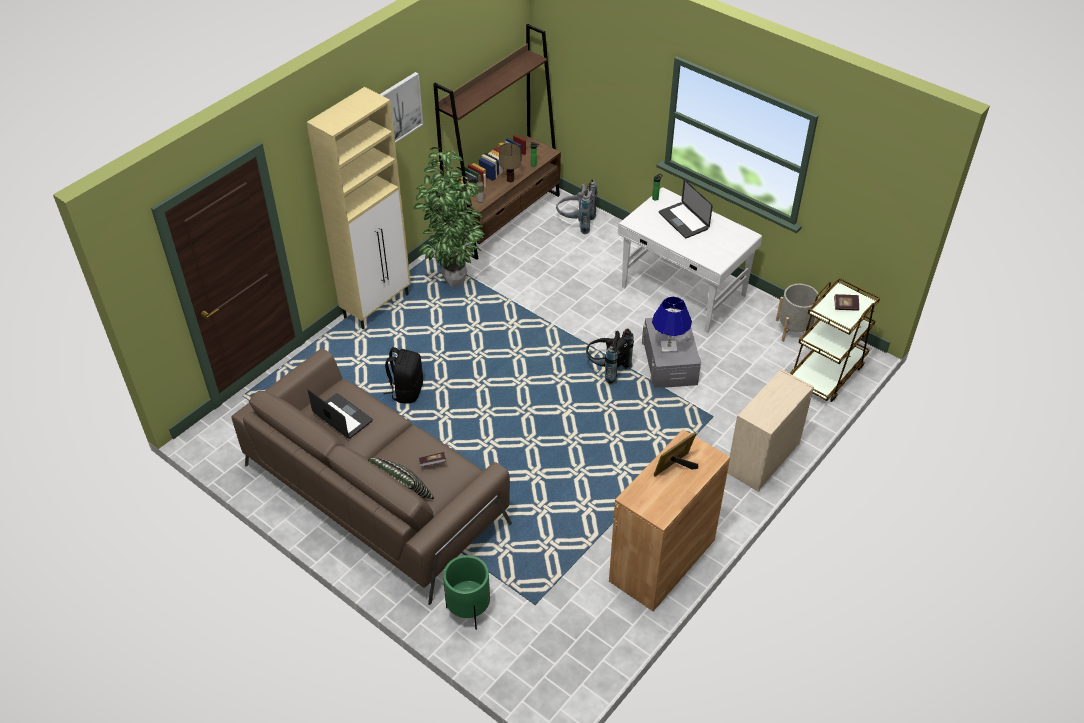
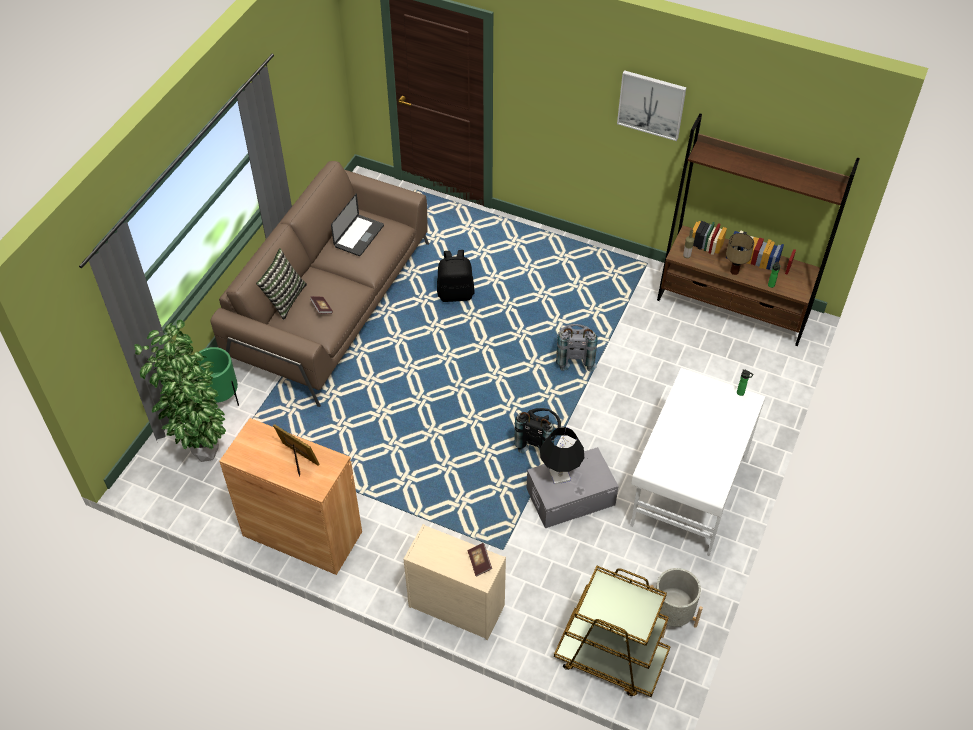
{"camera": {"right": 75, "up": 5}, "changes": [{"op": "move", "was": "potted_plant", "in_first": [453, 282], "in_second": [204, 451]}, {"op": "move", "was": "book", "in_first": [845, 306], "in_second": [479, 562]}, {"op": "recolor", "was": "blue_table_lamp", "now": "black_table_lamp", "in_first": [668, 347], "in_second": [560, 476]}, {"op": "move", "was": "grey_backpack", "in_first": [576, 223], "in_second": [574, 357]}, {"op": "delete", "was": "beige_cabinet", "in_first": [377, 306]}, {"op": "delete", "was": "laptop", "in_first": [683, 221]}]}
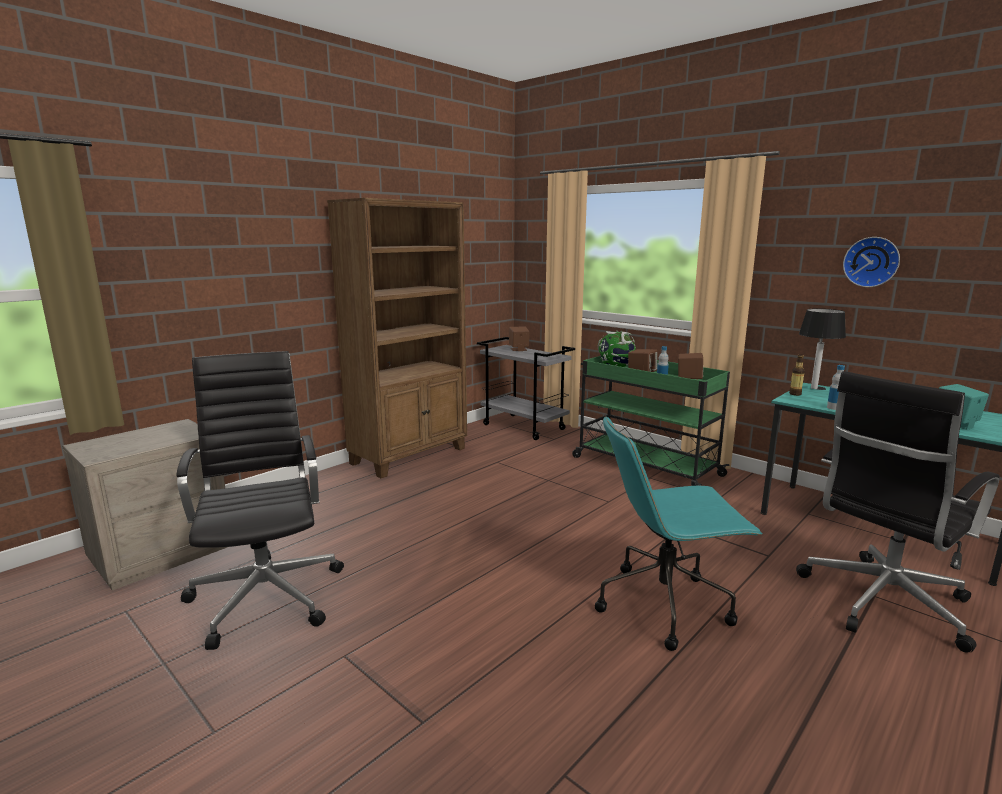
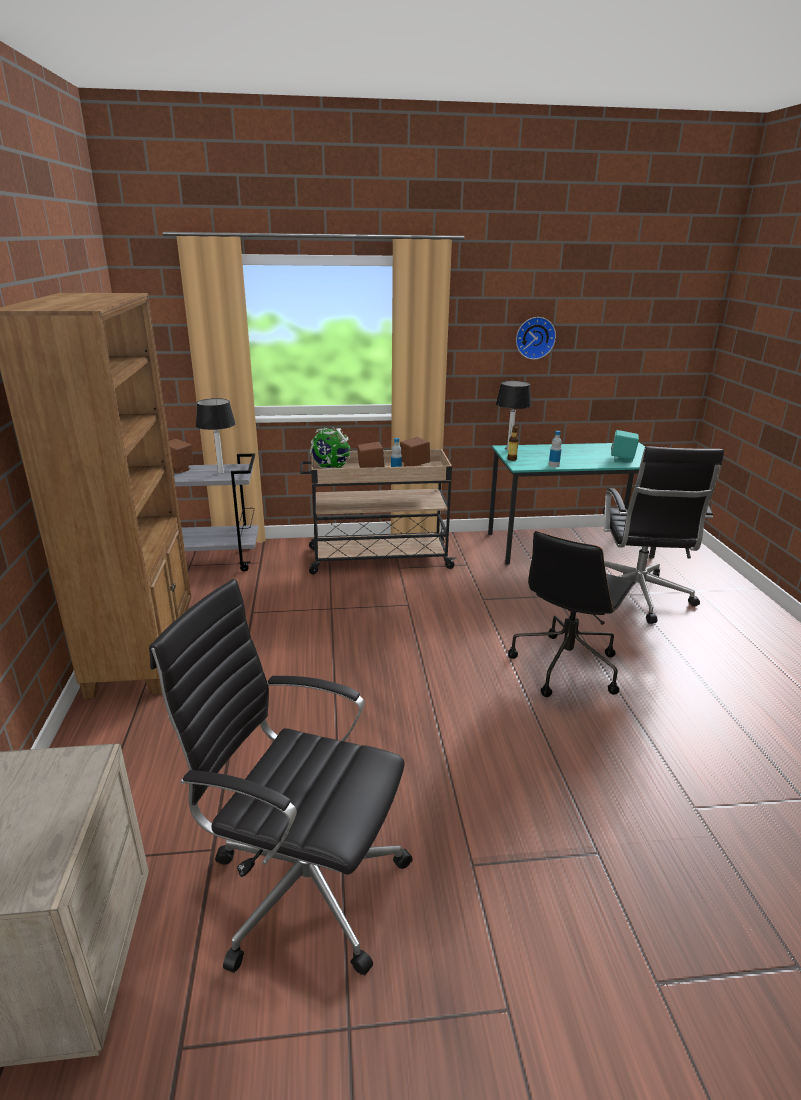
{"camera": {"right": -50, "up": 10}, "changes": [{"op": "insert", "now": "table_lamp", "in_second": [221, 473]}, {"op": "recolor", "was": "green_cart", "now": "beige_cart", "in_first": [644, 466], "in_second": [377, 558]}, {"op": "recolor", "was": "turquoise_office_chair", "now": "black_office_chair", "in_first": [665, 604], "in_second": [566, 665]}]}
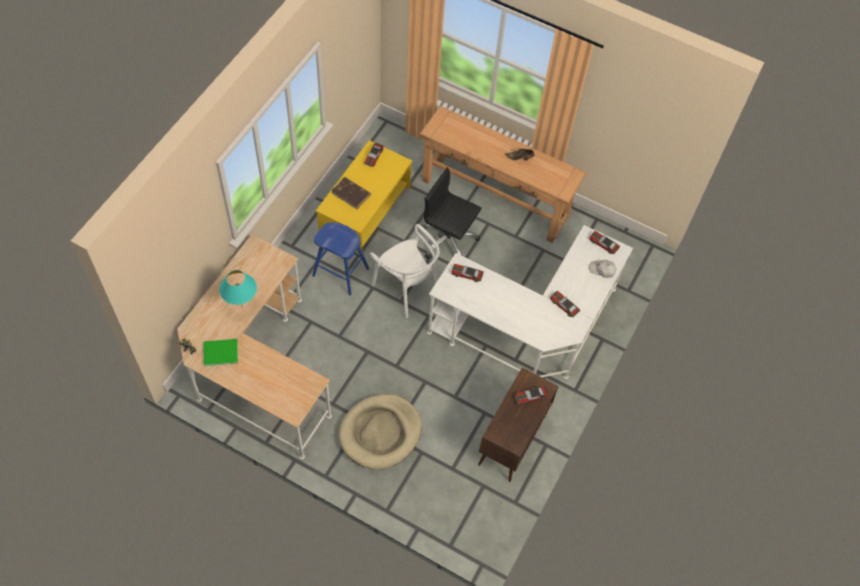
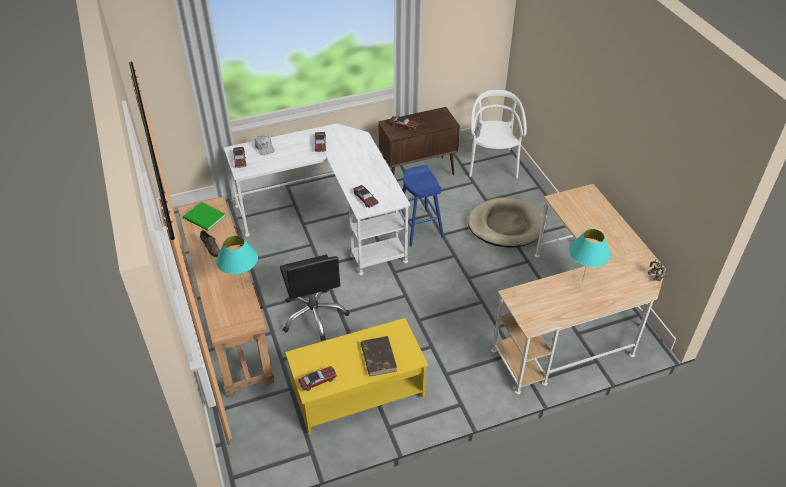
{"camera": {"right": -135, "up": -15}, "changes": [{"op": "move", "was": "green_book", "in_first": [219, 352], "in_second": [204, 218]}, {"op": "insert", "now": "turquoise_table_lamp", "in_second": [243, 288]}, {"op": "move", "was": "blue_stool", "in_first": [340, 272], "in_second": [419, 227]}, {"op": "move", "was": "white_chair", "in_first": [407, 288], "in_second": [492, 163]}]}
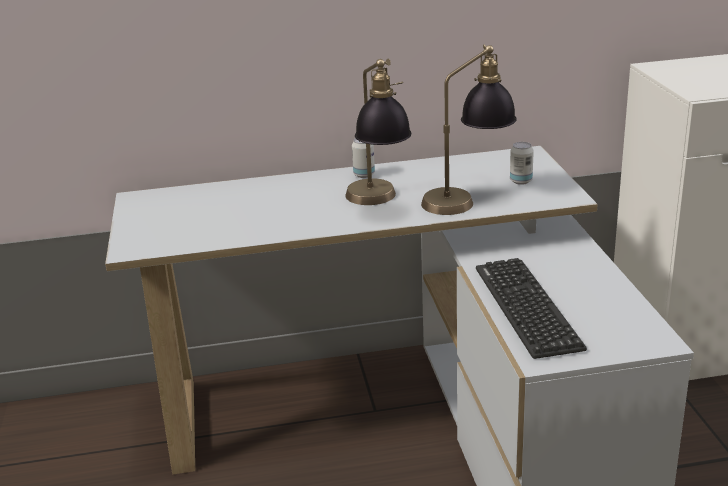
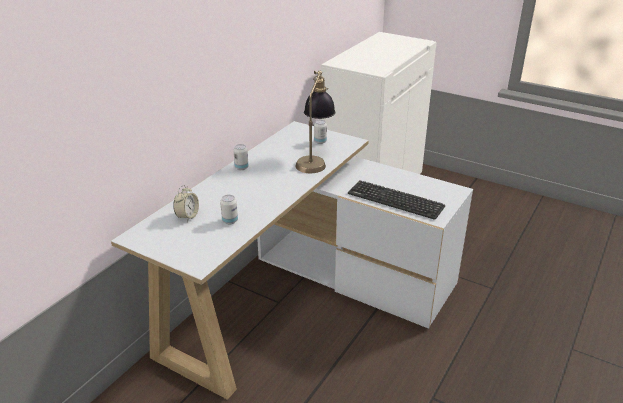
{"camera": {"right": -50, "up": 5}, "changes": [{"op": "insert", "now": "alarm_clock", "in_second": [187, 216]}, {"op": "insert", "now": "can", "in_second": [230, 221]}, {"op": "delete", "was": "table_lamp", "in_first": [378, 203]}]}
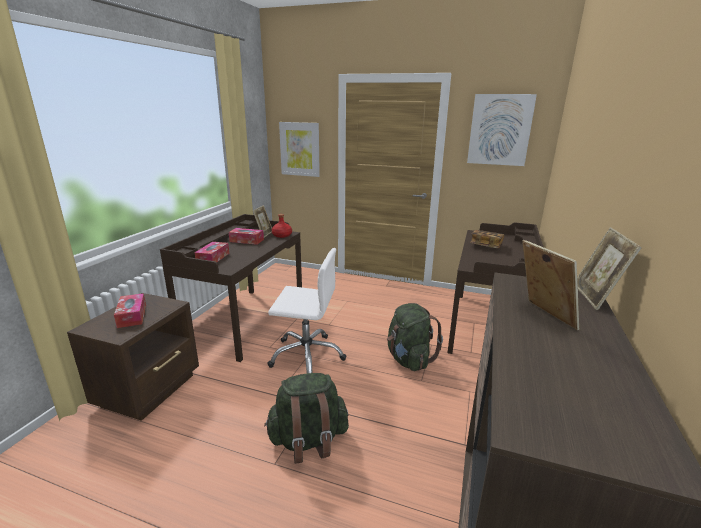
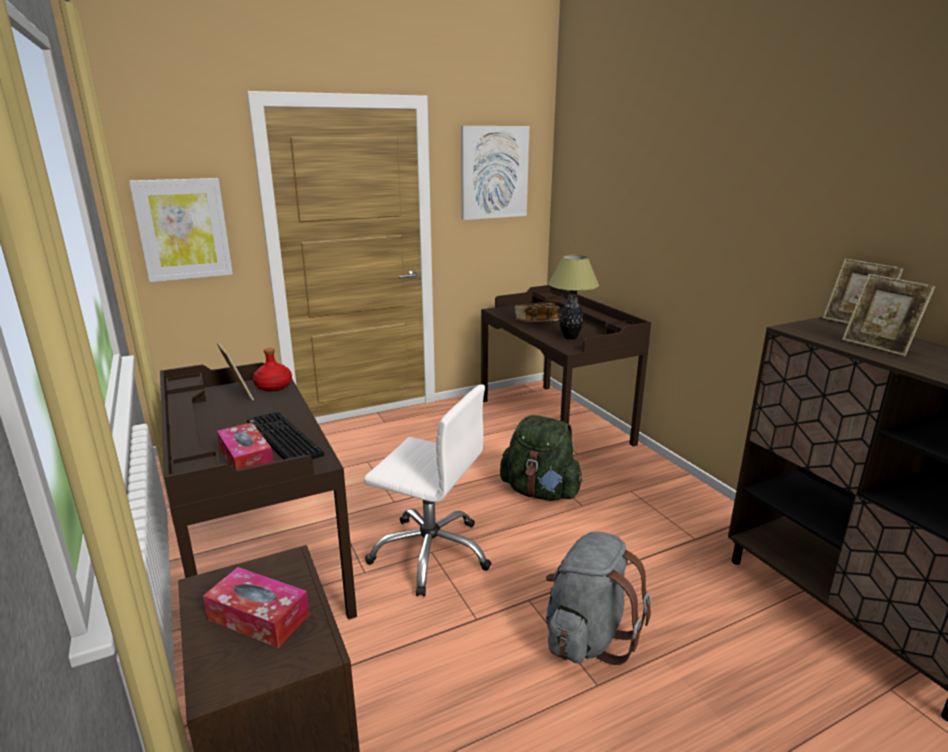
{"camera": {"right": -45, "up": 0}, "changes": [{"op": "insert", "now": "keyboard", "in_second": [281, 439]}, {"op": "rotate", "was": "white_office_chair", "in_first": [307, 355], "in_second": [431, 552], "clockwise": 60}, {"op": "recolor", "was": "green_backpack", "now": "grey_backpack", "in_first": [308, 440], "in_second": [587, 636]}, {"op": "insert", "now": "table_lamp", "in_second": [570, 337]}, {"op": "rotate", "was": "picture_frame", "in_first": [542, 316], "in_second": [878, 346], "clockwise": -150}, {"op": "delete", "was": "tissue_box", "in_first": [246, 240]}]}
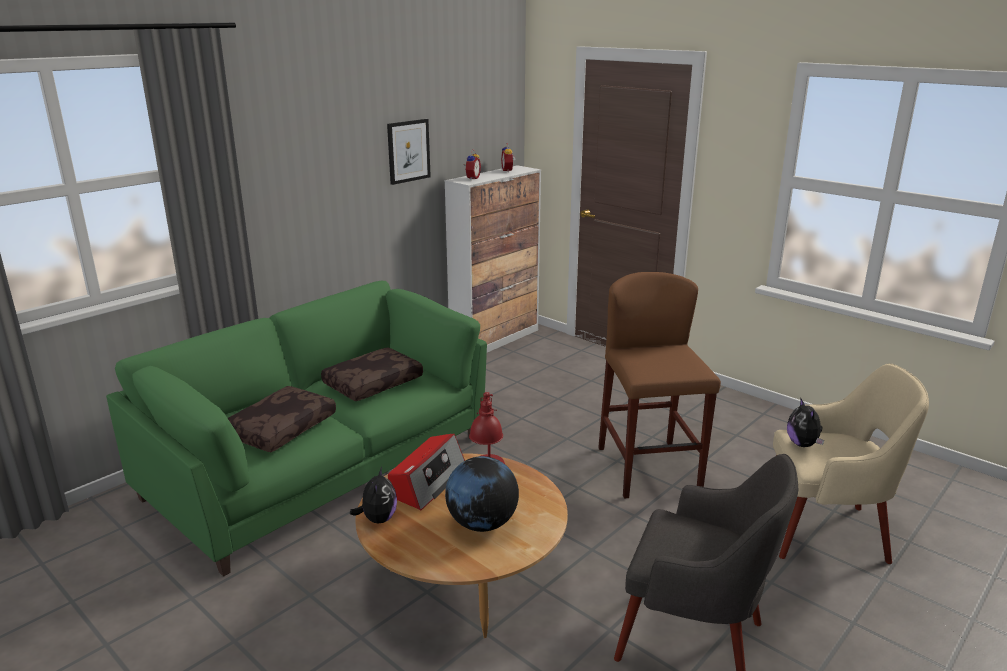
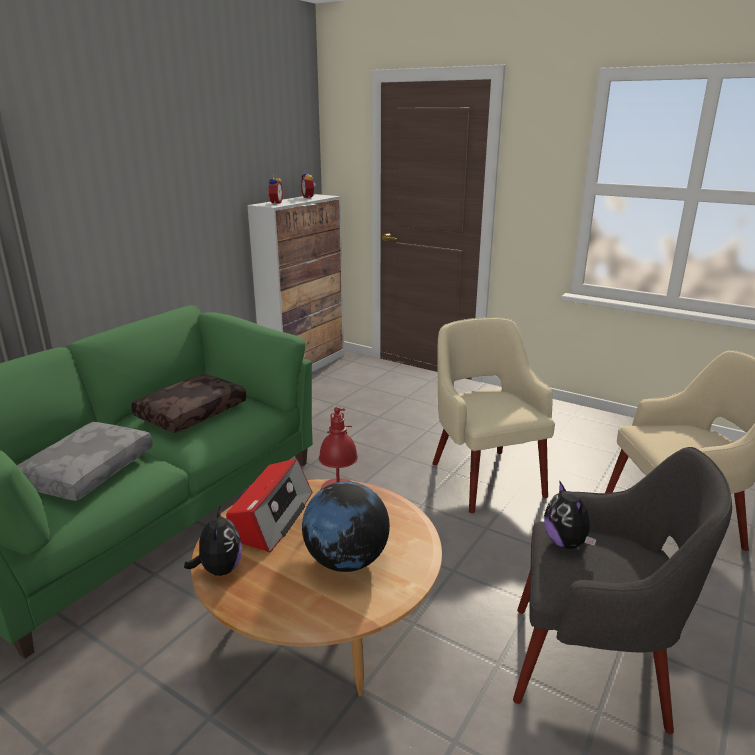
{"camera": {"right": -10, "up": 0}, "changes": [{"op": "recolor", "was": "brown_pillow", "now": "grey_pillow", "in_first": [281, 428], "in_second": [87, 470]}, {"op": "replace", "was": "brown_stool", "now": "beige_armchair", "in_first": [648, 469], "in_second": [485, 478]}, {"op": "move", "was": "plush_toy", "in_first": [803, 444], "in_second": [566, 543]}, {"op": "delete", "was": "picture", "in_first": [408, 151]}]}
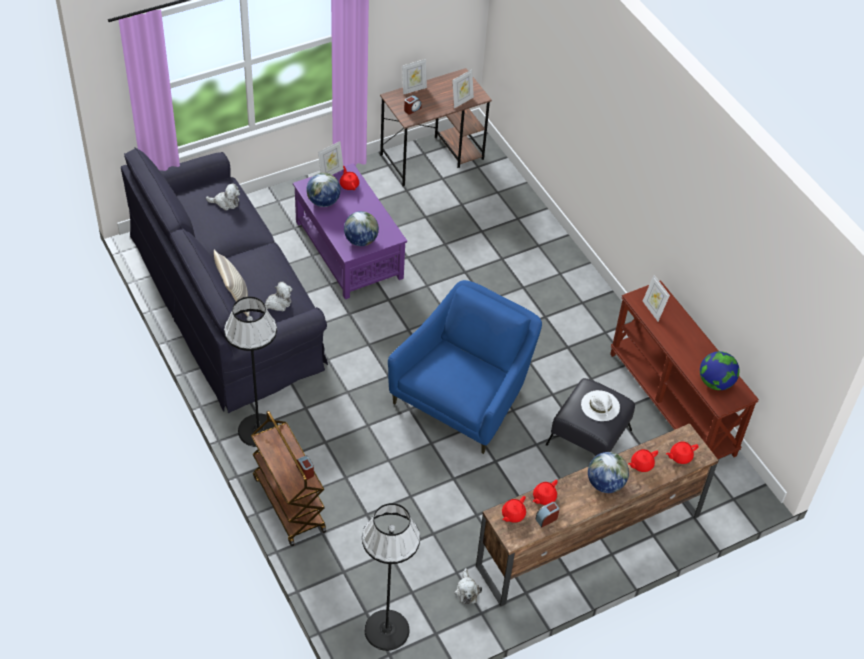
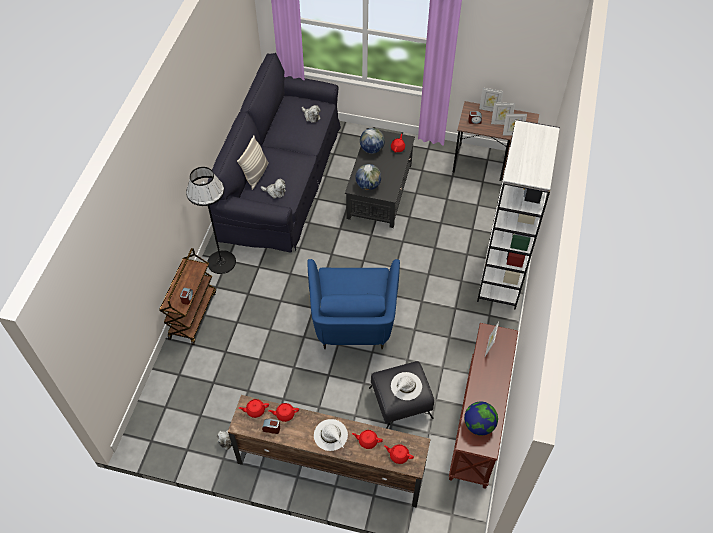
{"camera": {"right": 45, "up": 5}, "changes": [{"op": "rotate", "was": "blue_armchair", "in_first": [464, 395], "in_second": [353, 322], "clockwise": 105}, {"op": "replace", "was": "globe", "now": "white_hat", "in_first": [605, 483], "in_second": [331, 435]}, {"op": "recolor", "was": "purple_coffee_table", "now": "black_coffee_table", "in_first": [349, 249], "in_second": [380, 190]}, {"op": "insert", "now": "white_bookcase", "in_second": [502, 275]}, {"op": "move", "was": "picture_frame", "in_first": [331, 172], "in_second": [501, 123]}, {"op": "delete", "was": "black_floor_lamp", "in_first": [386, 629]}]}
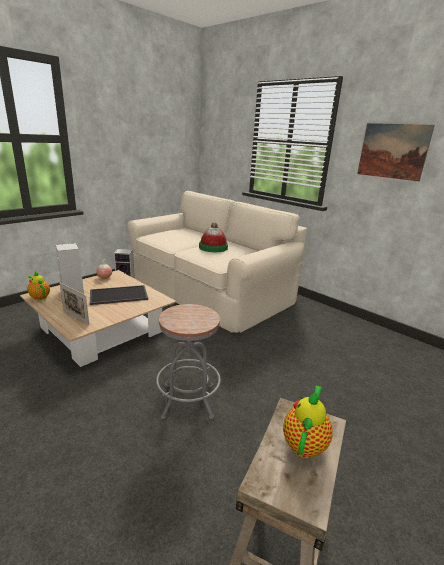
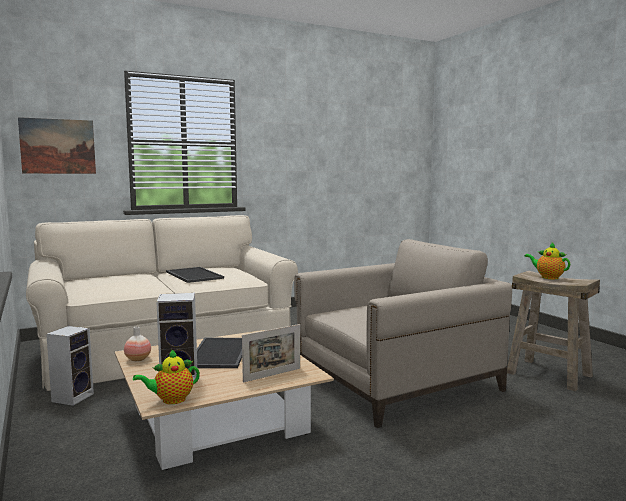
{"camera": {"right": -70, "up": -15}, "changes": [{"op": "move", "was": "picture", "in_first": [393, 151], "in_second": [58, 146]}, {"op": "replace", "was": "hat", "now": "tray", "in_first": [213, 247], "in_second": [193, 275]}, {"op": "replace", "was": "grey_stool", "now": "beige_armchair", "in_first": [188, 401], "in_second": [396, 381]}]}
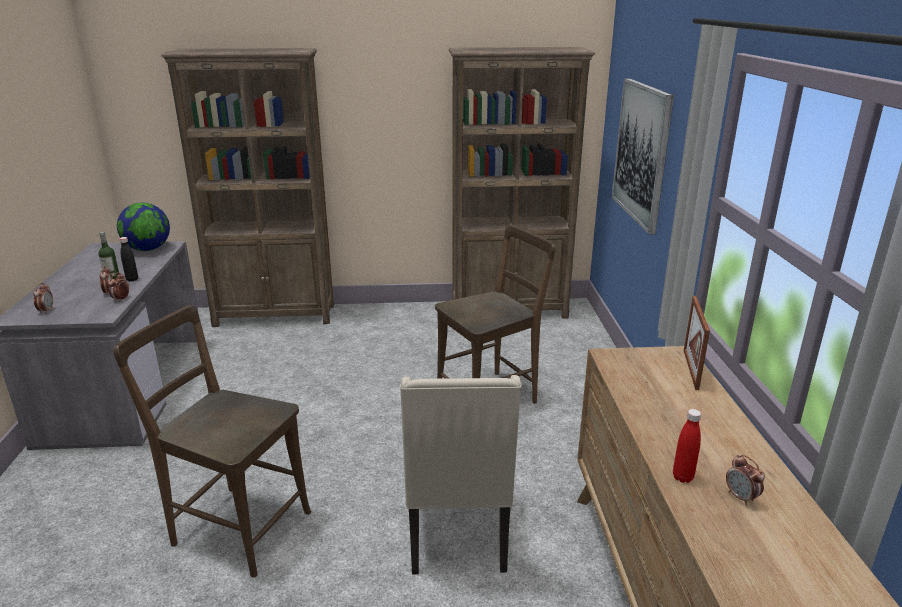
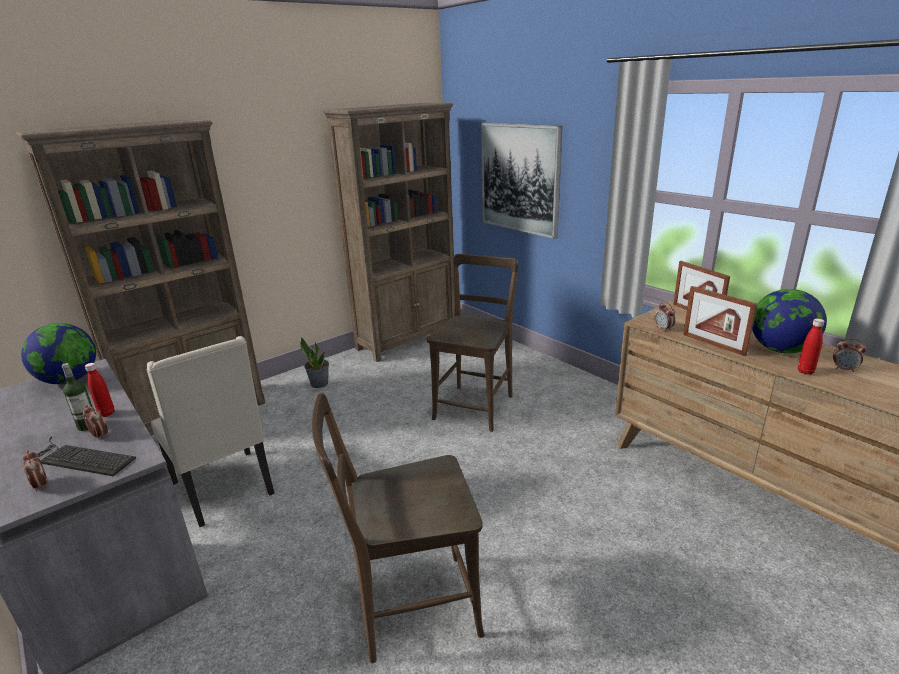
{"camera": {"right": -35, "up": 0}, "changes": [{"op": "insert", "now": "keyboard", "in_second": [80, 458]}, {"op": "recolor", "was": "black_bottle", "now": "red_bottle", "in_first": [132, 279], "in_second": [107, 413]}, {"op": "move", "was": "beige_chair", "in_first": [458, 535], "in_second": [225, 489]}, {"op": "insert", "now": "potted_plant", "in_second": [319, 383]}, {"op": "move", "was": "alarm_clock", "in_first": [121, 299], "in_second": [663, 329]}, {"op": "insert", "now": "picture_frame", "in_second": [713, 344]}, {"op": "insert", "now": "globe", "in_second": [780, 350]}]}
